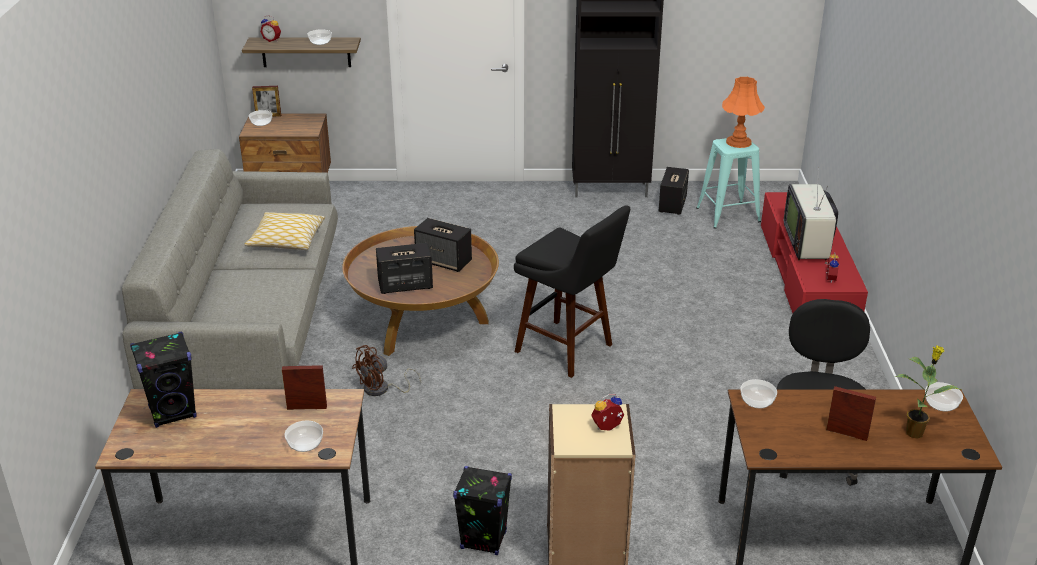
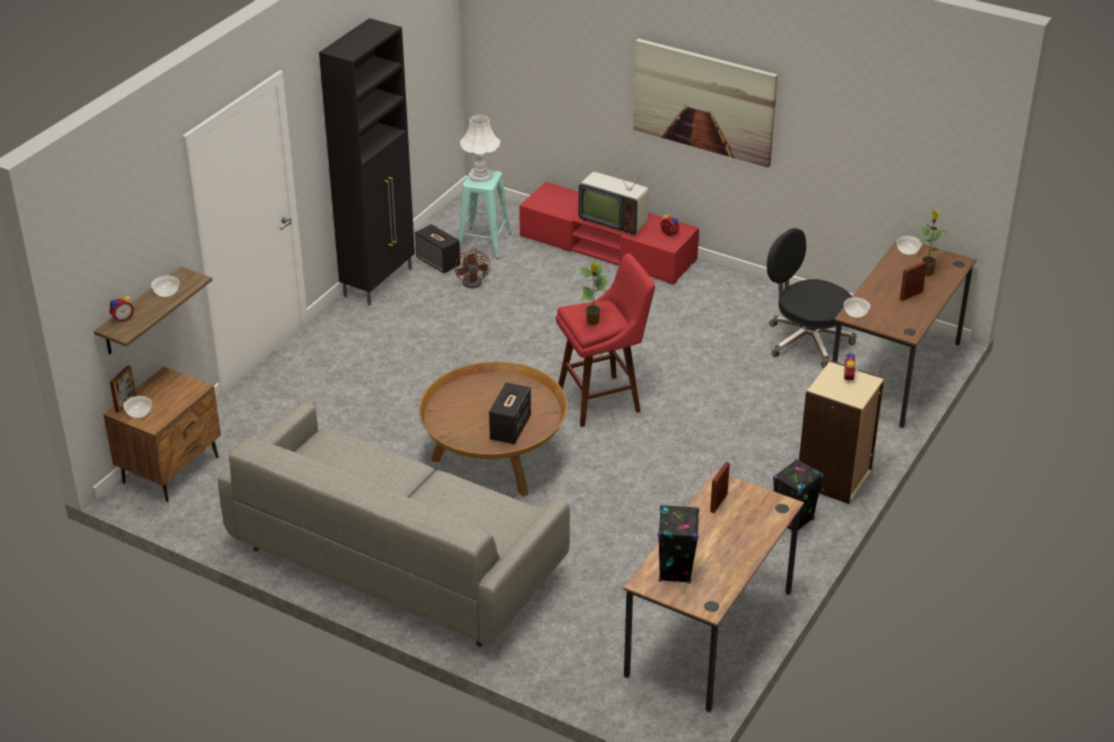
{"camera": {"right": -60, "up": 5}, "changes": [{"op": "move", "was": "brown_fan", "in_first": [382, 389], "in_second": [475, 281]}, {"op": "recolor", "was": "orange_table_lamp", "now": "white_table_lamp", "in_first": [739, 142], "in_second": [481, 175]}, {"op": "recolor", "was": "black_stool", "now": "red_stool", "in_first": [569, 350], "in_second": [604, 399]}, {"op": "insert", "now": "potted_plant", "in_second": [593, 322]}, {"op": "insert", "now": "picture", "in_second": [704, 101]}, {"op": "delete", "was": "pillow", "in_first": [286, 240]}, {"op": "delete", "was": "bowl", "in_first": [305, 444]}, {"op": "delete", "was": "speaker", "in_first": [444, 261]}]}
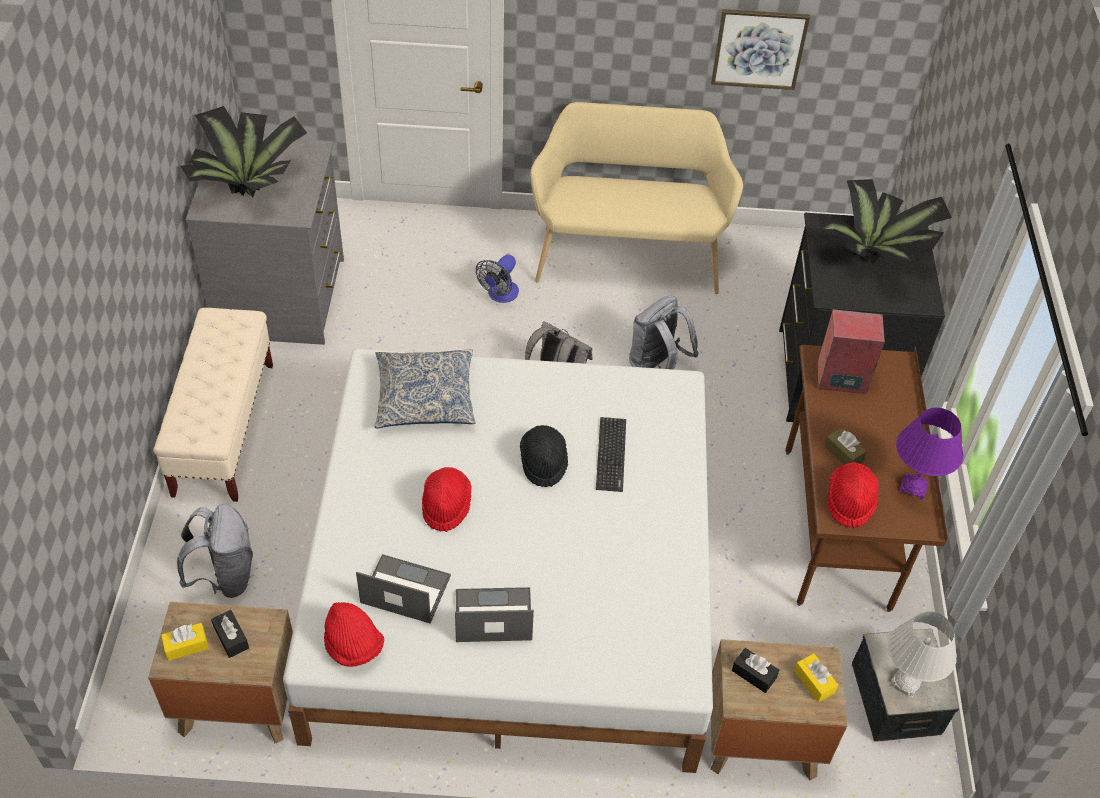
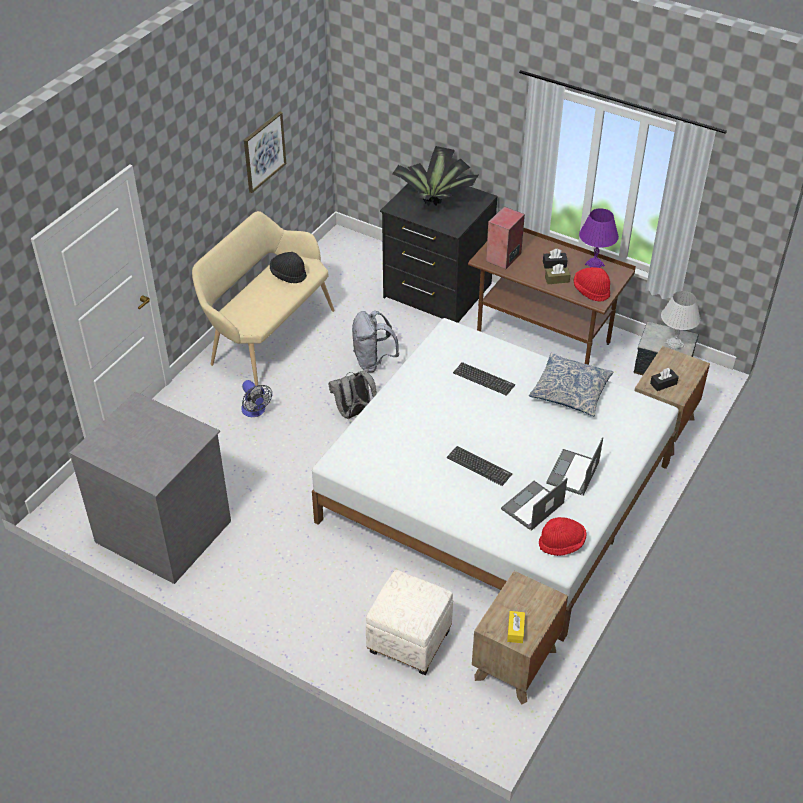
{"camera": {"right": -60, "up": -5}, "changes": [{"op": "move", "was": "black_hat", "in_first": [543, 463], "in_second": [288, 275]}, {"op": "replace", "was": "grey_backpack", "now": "white_ottoman", "in_first": [225, 576], "in_second": [408, 641]}, {"op": "replace", "was": "red_hat", "now": "keyboard", "in_first": [446, 506], "in_second": [479, 466]}, {"op": "move", "was": "pillow", "in_first": [425, 397], "in_second": [570, 391]}, {"op": "move", "was": "black_tissue_box", "in_first": [231, 638], "in_second": [554, 264]}, {"op": "delete", "was": "beige_bench", "in_first": [224, 428]}, {"op": "delete", "was": "potted_plant", "in_first": [248, 183]}, {"op": "delete", "was": "yellow_tissue_box", "in_first": [814, 682]}]}
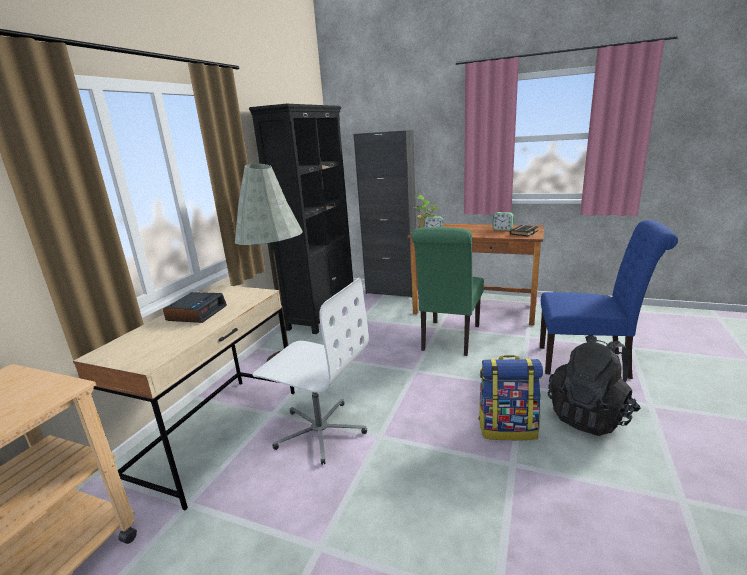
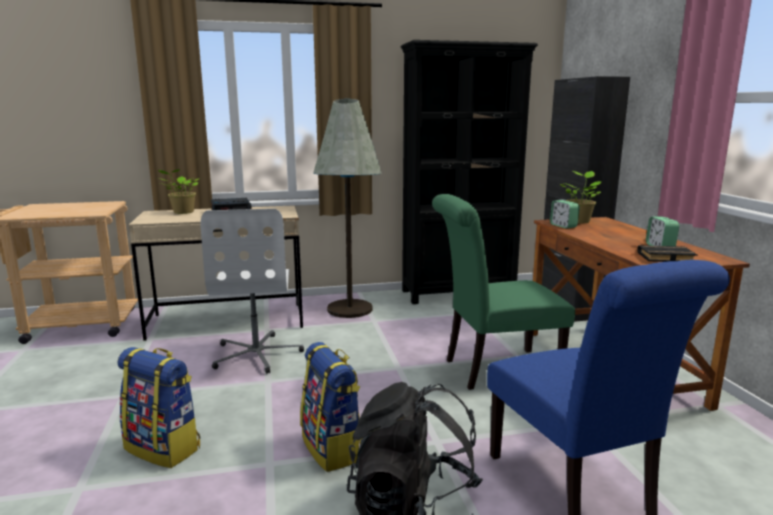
{"camera": {"right": 55, "up": -5}, "changes": [{"op": "insert", "now": "backpack", "in_second": [164, 448]}, {"op": "insert", "now": "potted_plant", "in_second": [182, 212]}]}
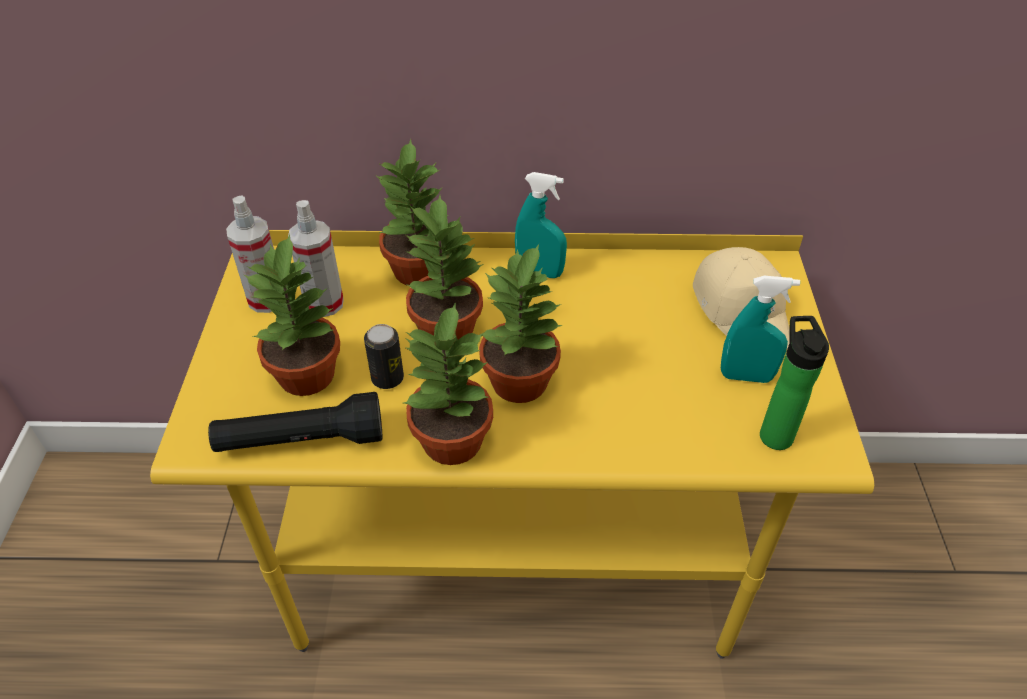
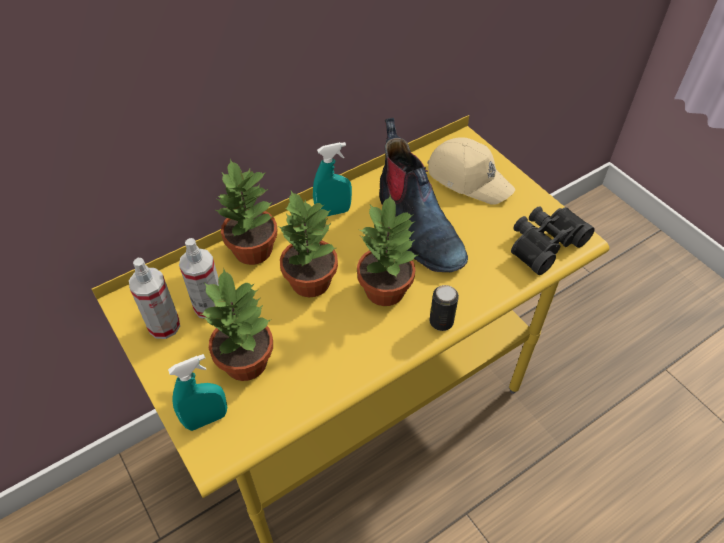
{"camera": {"right": -35, "up": 5}, "changes": [{"op": "move", "was": "turquoise_spray_bottle", "in_first": [746, 376], "in_second": [206, 419]}, {"op": "insert", "now": "boot", "in_second": [416, 229]}, {"op": "move", "was": "can", "in_first": [387, 378], "in_second": [441, 321]}, {"op": "replace", "was": "bottle", "now": "black_binoculars", "in_first": [774, 432], "in_second": [543, 243]}, {"op": "delete", "was": "black_flashlight", "in_first": [301, 441]}, {"op": "delete", "was": "potted_plant", "in_first": [450, 442]}]}
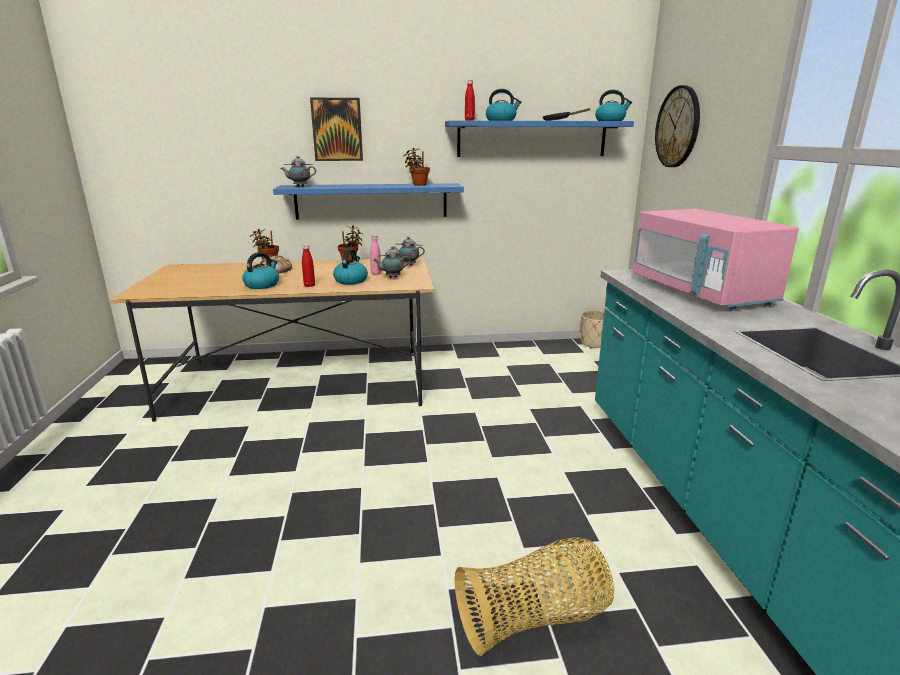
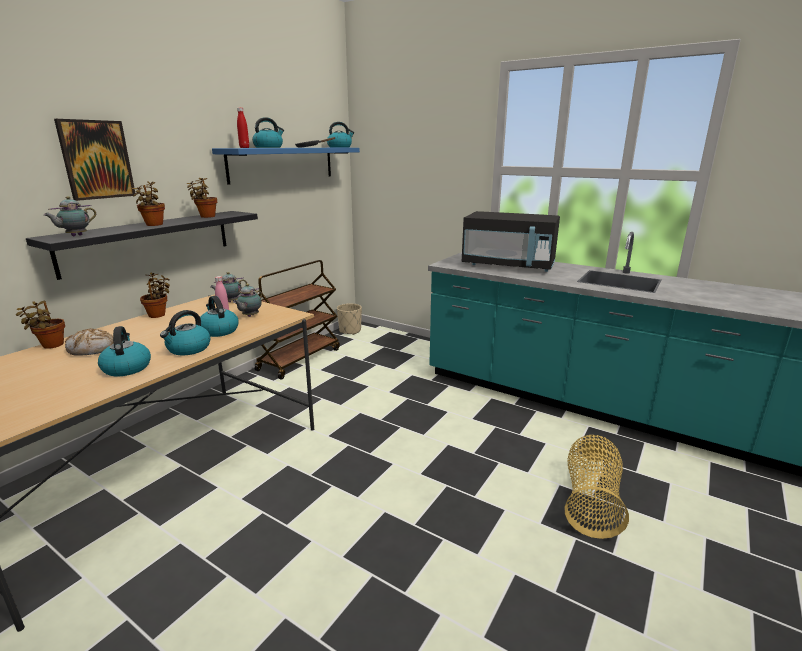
{"camera": {"right": -50, "up": 0}, "changes": [{"op": "recolor", "was": "blue_shelf", "now": "black_shelf", "in_first": [371, 201], "in_second": [149, 241]}, {"op": "insert", "now": "potted_plant", "in_second": [153, 225]}, {"op": "replace", "was": "red_bottle", "now": "kettle", "in_first": [309, 285], "in_second": [188, 349]}, {"op": "insert", "now": "brown_cart", "in_second": [299, 359]}, {"op": "recolor", "was": "pink_microwave", "now": "black_microwave", "in_first": [700, 292], "in_second": [508, 266]}, {"op": "delete", "was": "wall_clock", "in_first": [678, 127]}]}
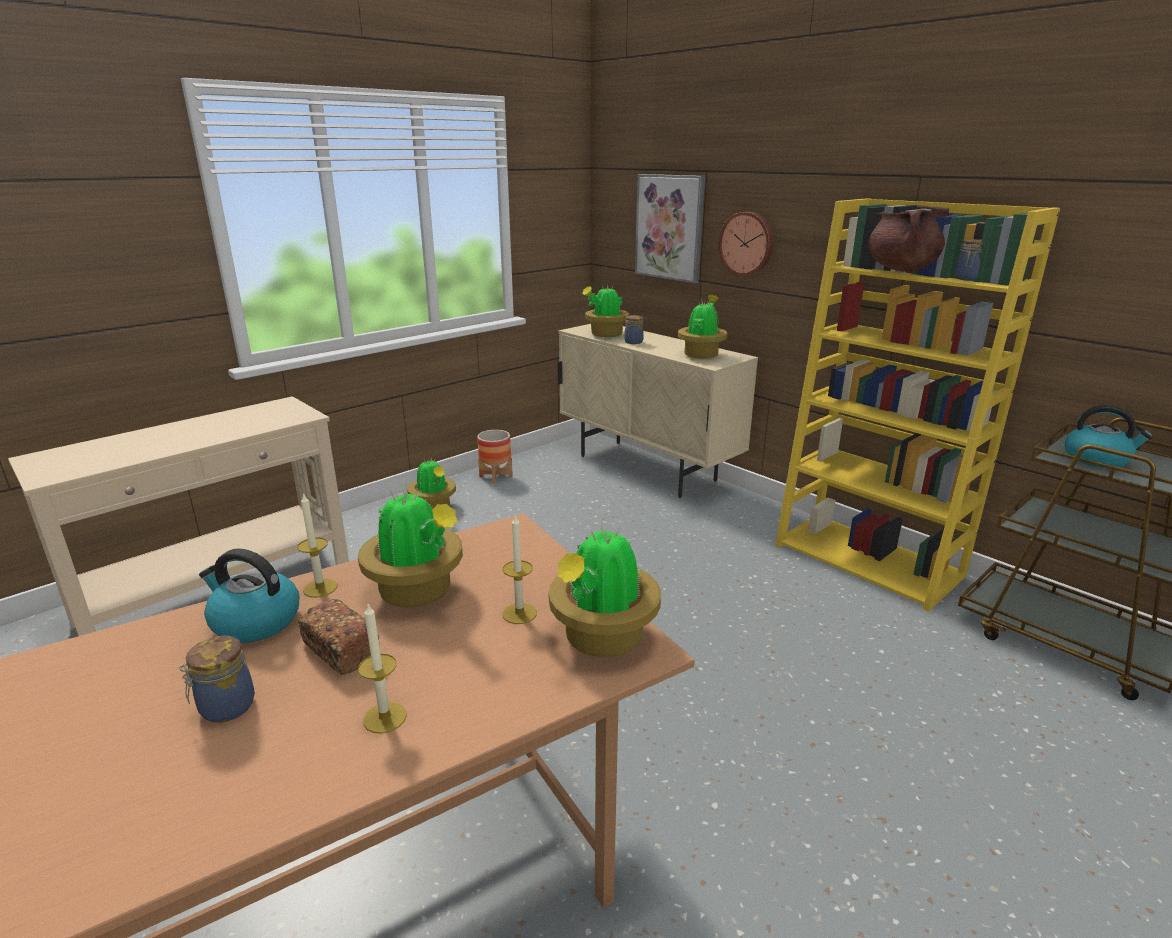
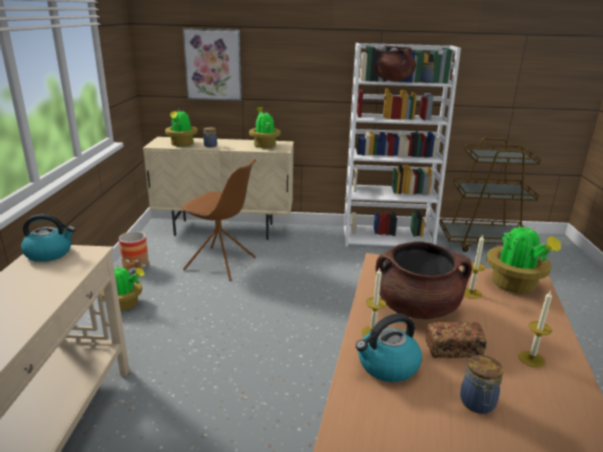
{"camera": {"right": -45, "up": 0}, "changes": [{"op": "move", "was": "kettle", "in_first": [1097, 459], "in_second": [50, 253]}, {"op": "insert", "now": "brown_chair", "in_second": [221, 264]}, {"op": "recolor", "was": "yellow_bookcase", "now": "white_bookcase", "in_first": [869, 560], "in_second": [388, 237]}, {"op": "replace", "was": "potted_plant", "now": "brown_cooking_pot", "in_first": [418, 592], "in_second": [416, 308]}, {"op": "delete", "was": "wall_clock", "in_first": [747, 243]}]}
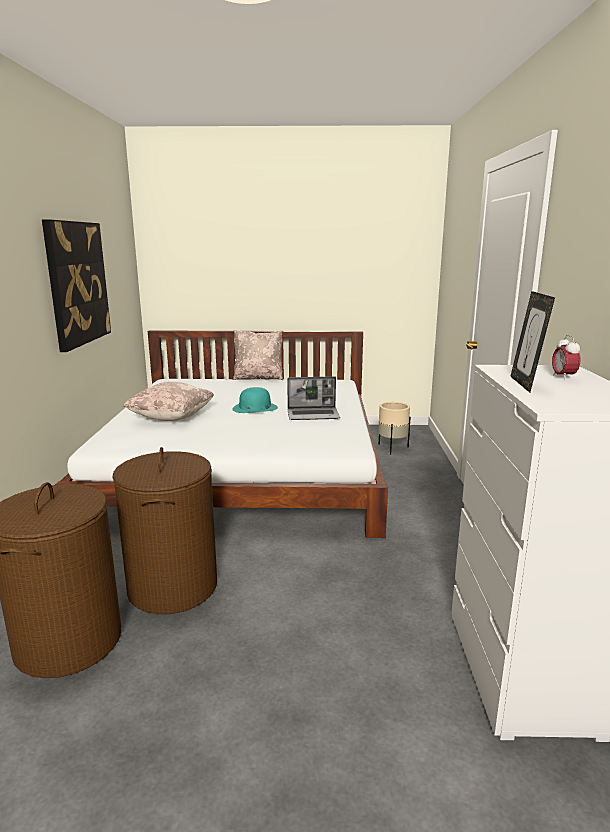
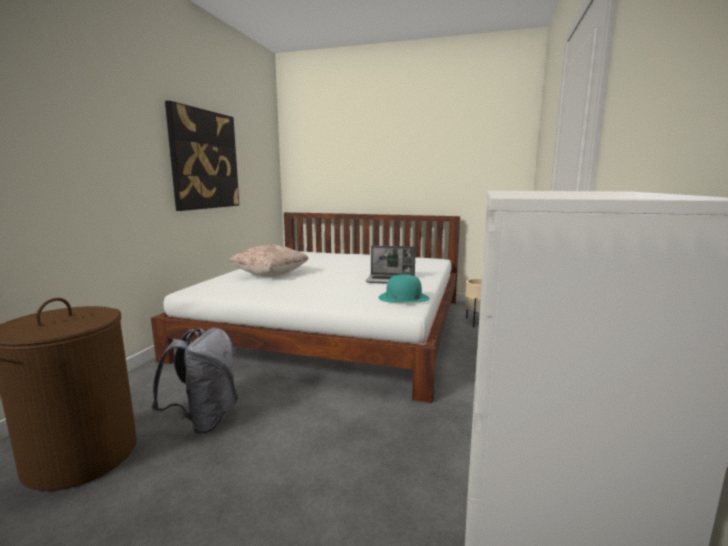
{"camera": {"right": 15, "up": -5}, "changes": [{"op": "replace", "was": "brown_laundry_basket", "now": "grey_backpack", "in_first": [172, 587], "in_second": [205, 420]}, {"op": "move", "was": "turquoise_hat", "in_first": [255, 408], "in_second": [403, 298]}, {"op": "delete", "was": "beige_pillow", "in_first": [258, 378]}, {"op": "delete", "was": "picture_frame", "in_first": [525, 384]}, {"op": "delete", "was": "alarm_clock", "in_first": [563, 377]}]}
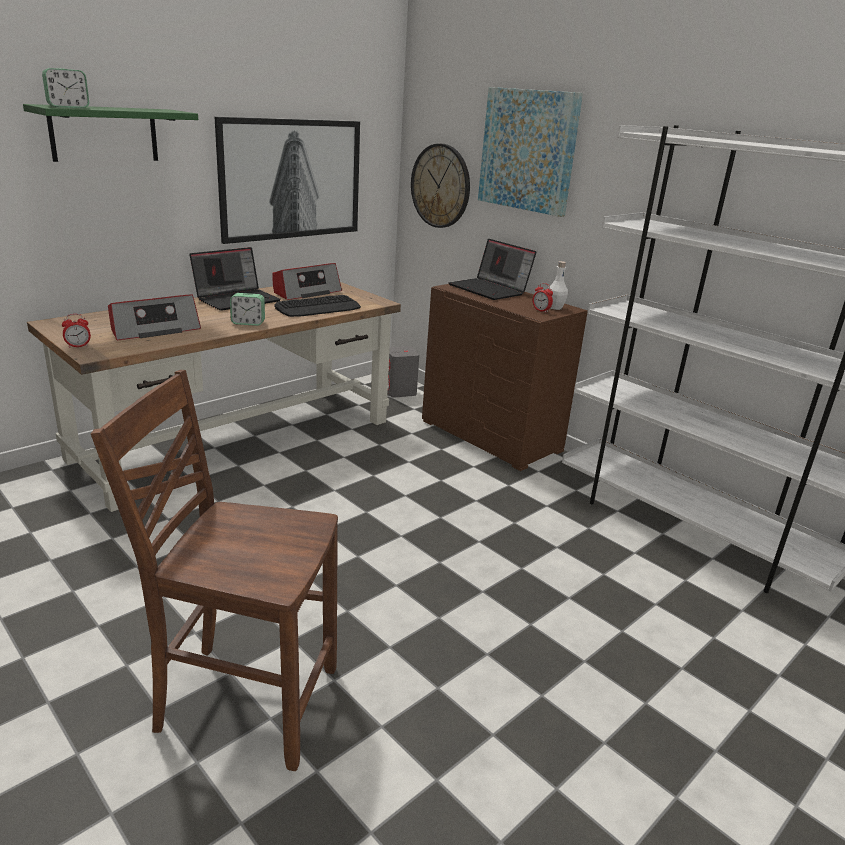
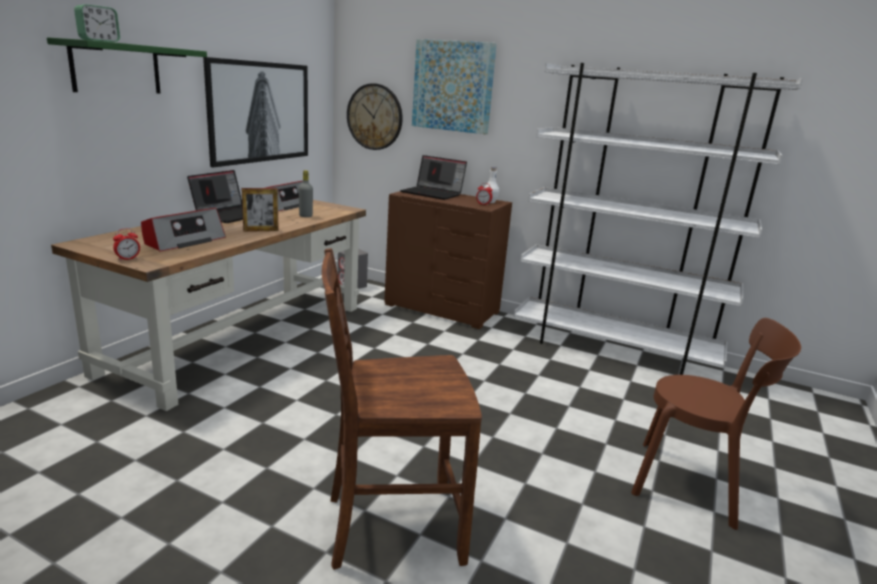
{"camera": {"right": -20, "up": -5}, "changes": [{"op": "replace", "was": "alarm_clock", "now": "picture_frame", "in_first": [248, 323], "in_second": [261, 230]}, {"op": "replace", "was": "keyboard", "now": "grey_bottle", "in_first": [318, 307], "in_second": [306, 216]}, {"op": "insert", "now": "brown_chair", "in_second": [693, 484]}]}
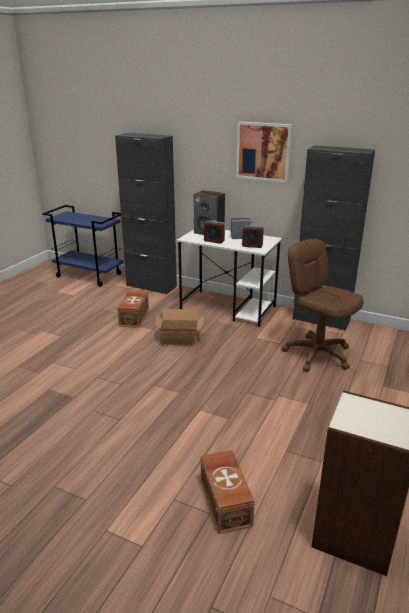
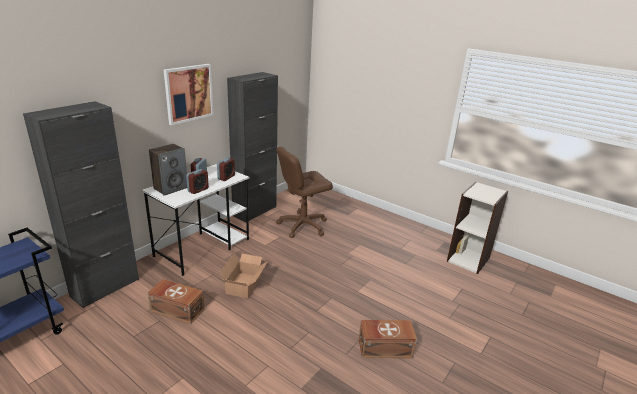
{"camera": {"right": -80, "up": 0}, "changes": [{"op": "move", "was": "brown_storage_box", "in_first": [226, 501], "in_second": [384, 347]}]}
